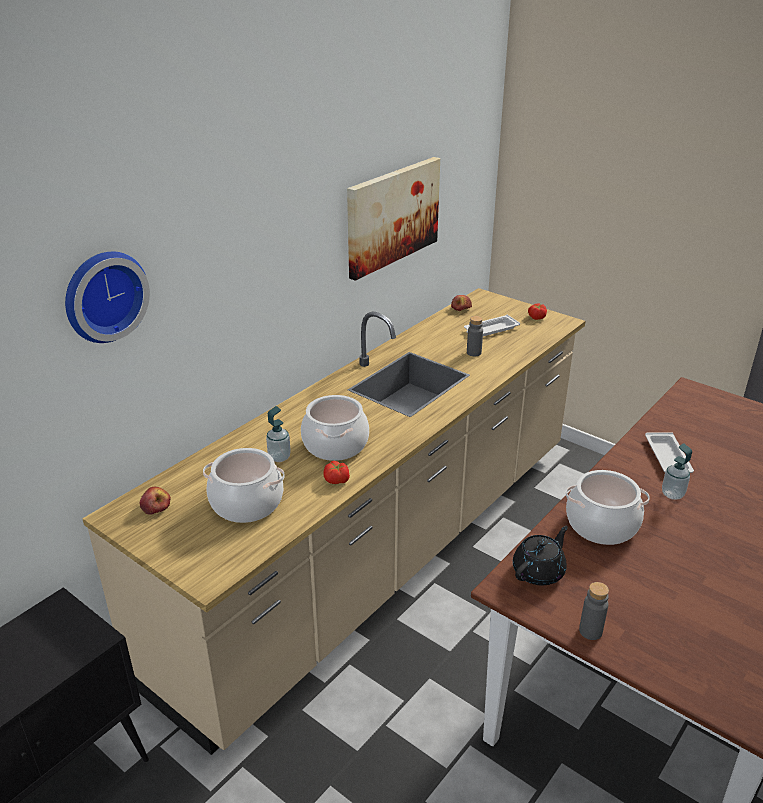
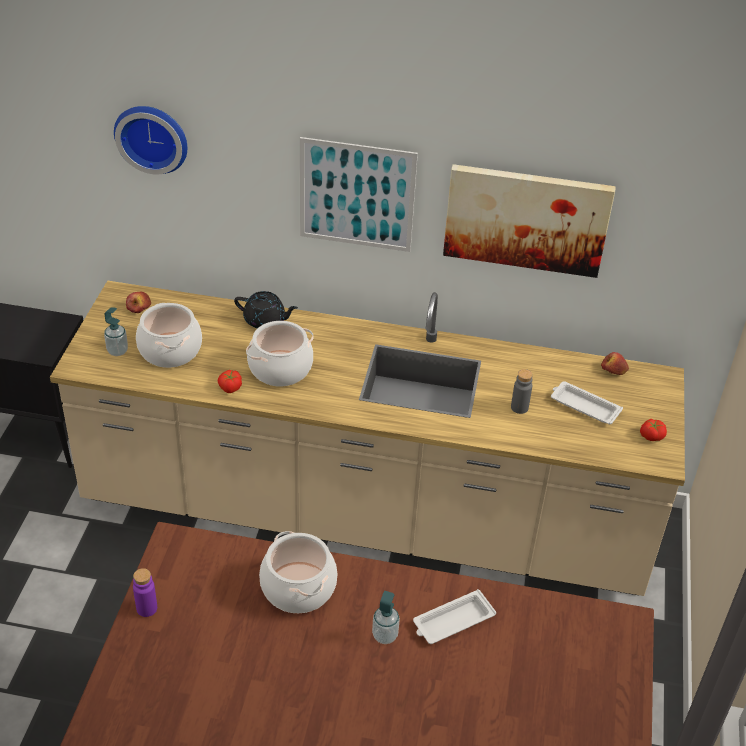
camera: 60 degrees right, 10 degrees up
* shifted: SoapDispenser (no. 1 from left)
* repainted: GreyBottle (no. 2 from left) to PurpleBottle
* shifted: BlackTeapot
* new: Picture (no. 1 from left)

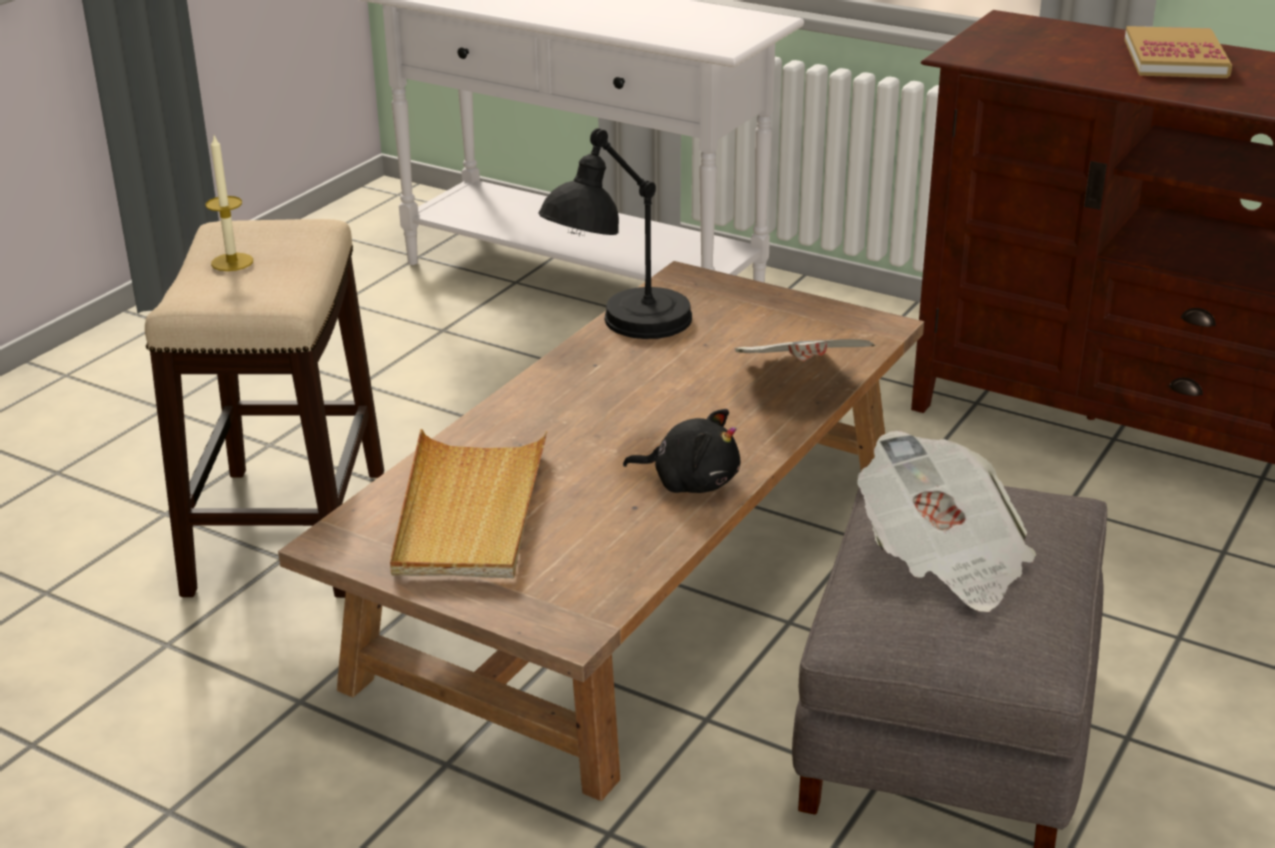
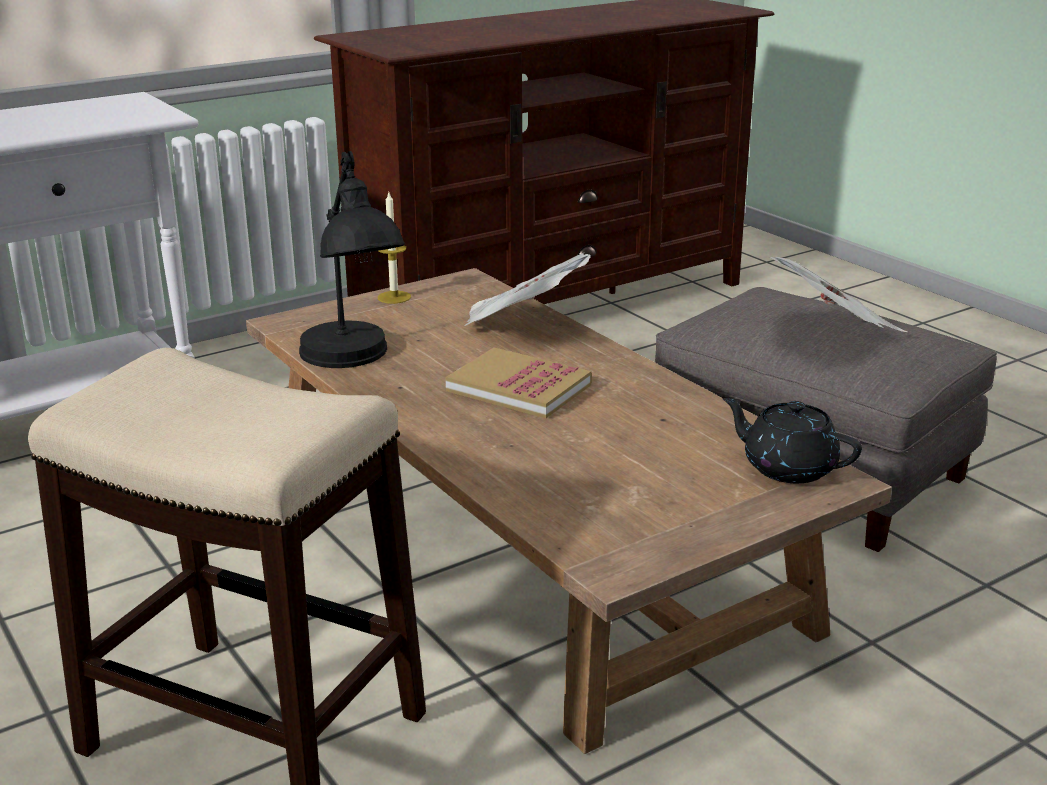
camera: 65 degrees left, 5 degrees down
* shifted: Candle
* shifted: Book
* new: BlackTeapot
* gone: BeigeTray
* gone: BlackPlushToy

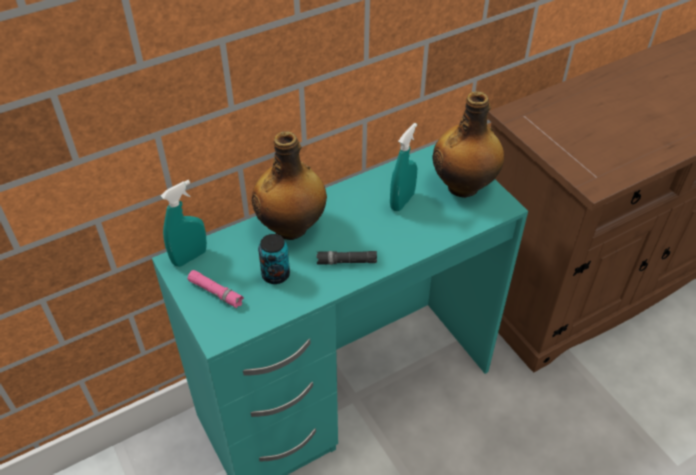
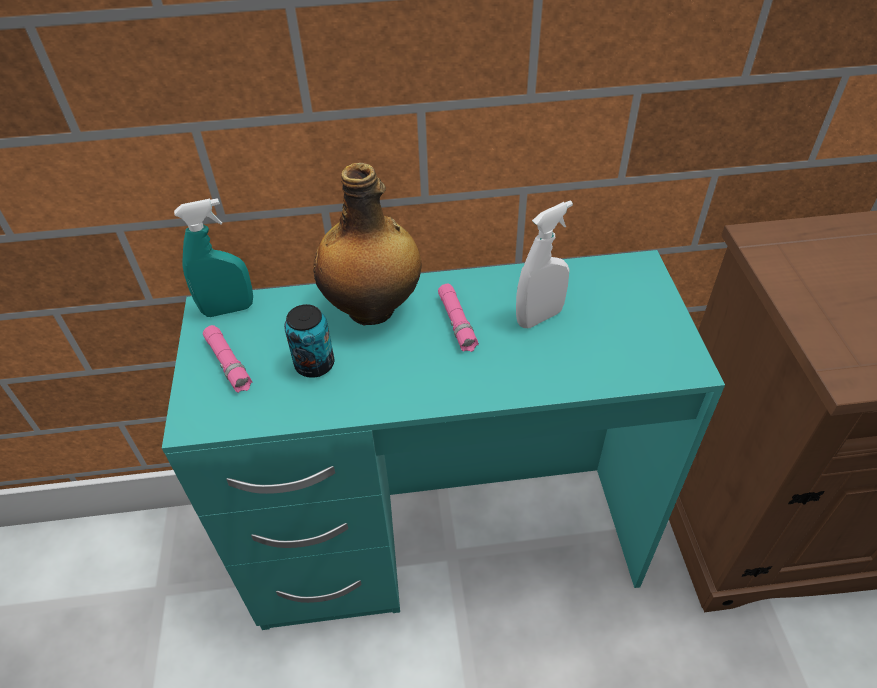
camera: 25 degrees right, 0 degrees up
* new: PinkFlashlight (no. 2 from left)
* repainted: TurquoiseSprayBottle (no. 2 from left) to WhiteSprayBottle
* gone: BlackFlashlight
* gone: Bottle (no. 2 from left)

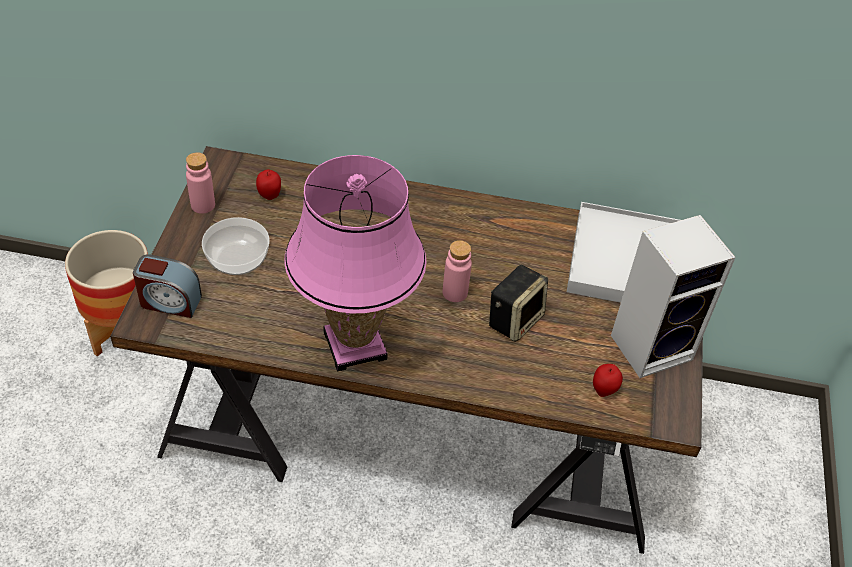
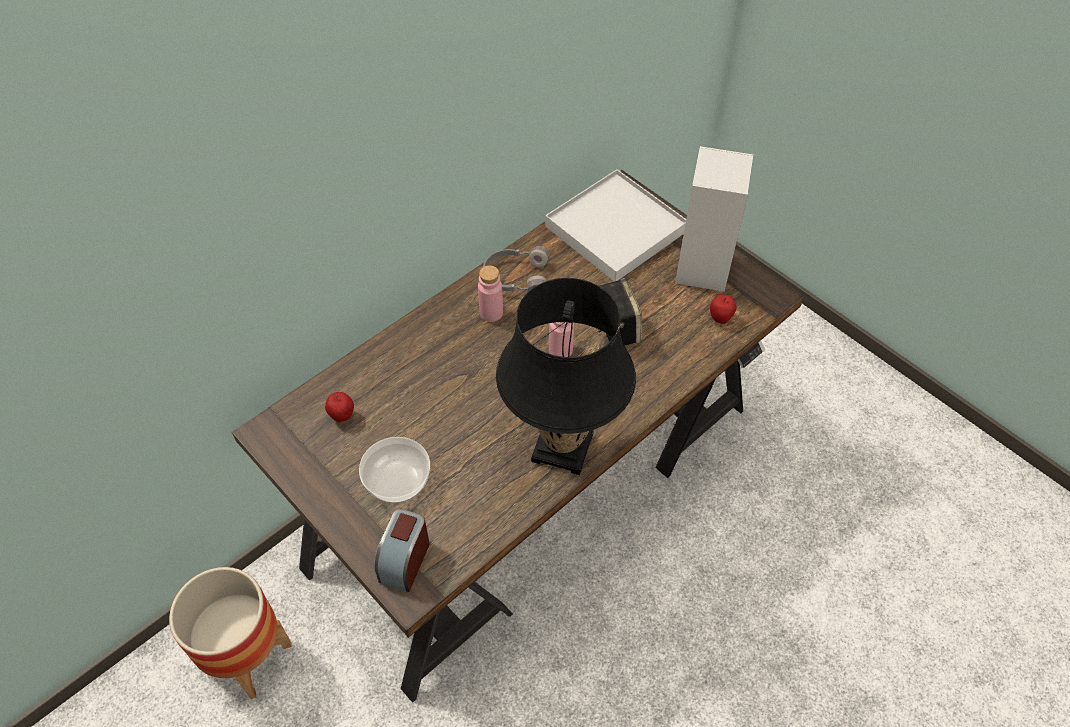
camera: 50 degrees left, 5 degrees up
* rotated: AlarmClock 150 degrees clockwise
* shifted: PinkBottle (no. 1 from left)
* new: GreyHeadphones
* repainted: PinkTableLamp to BlackTableLamp

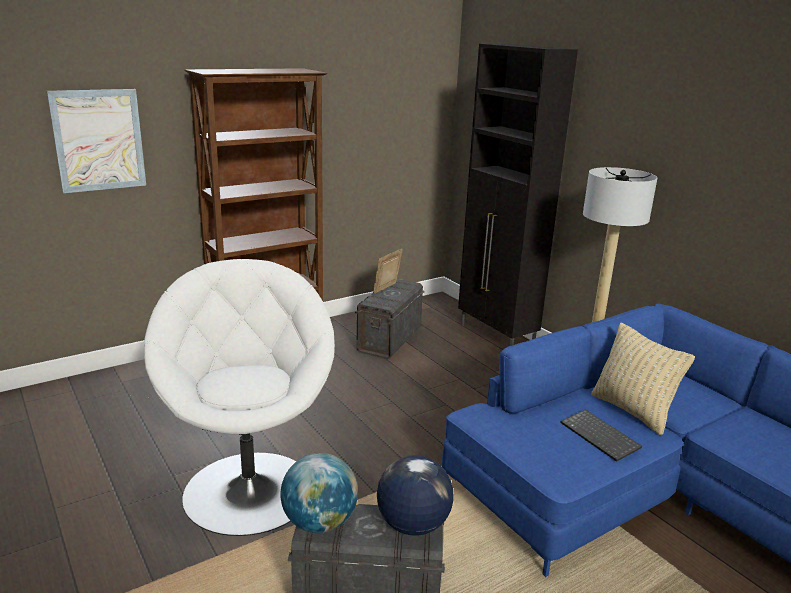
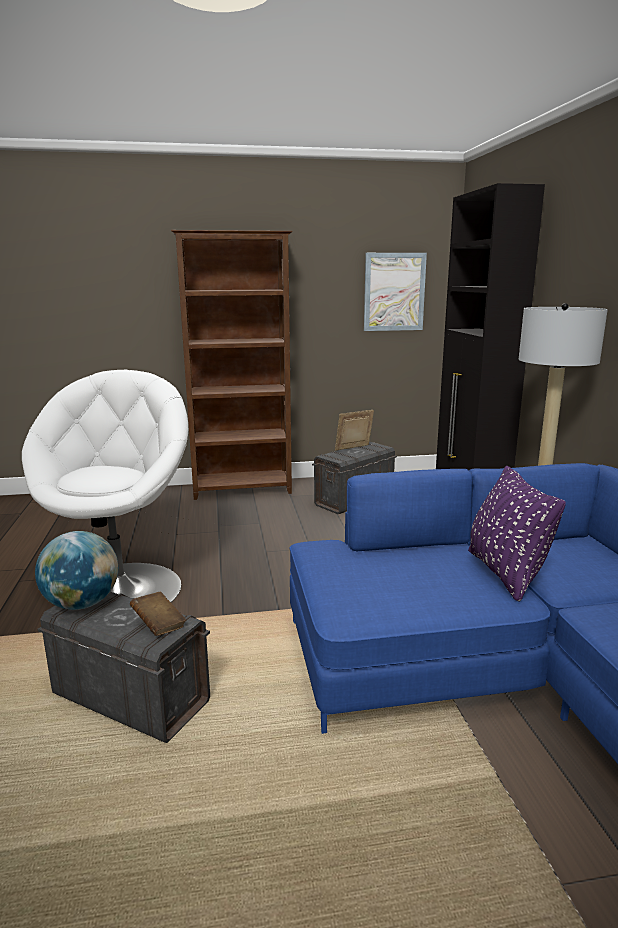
camera: 25 degrees right, 5 degrees down
* swapped: Globe (no. 2 from left) to BrownBook
* shifted: Picture
* repainted: BeigePillow to PurplePillow
* gone: Keyboard

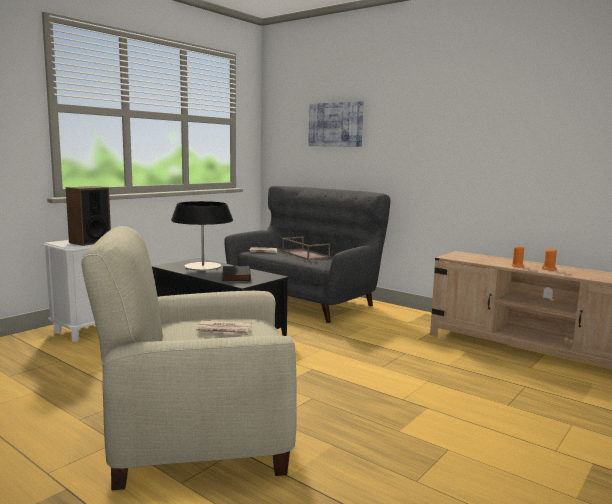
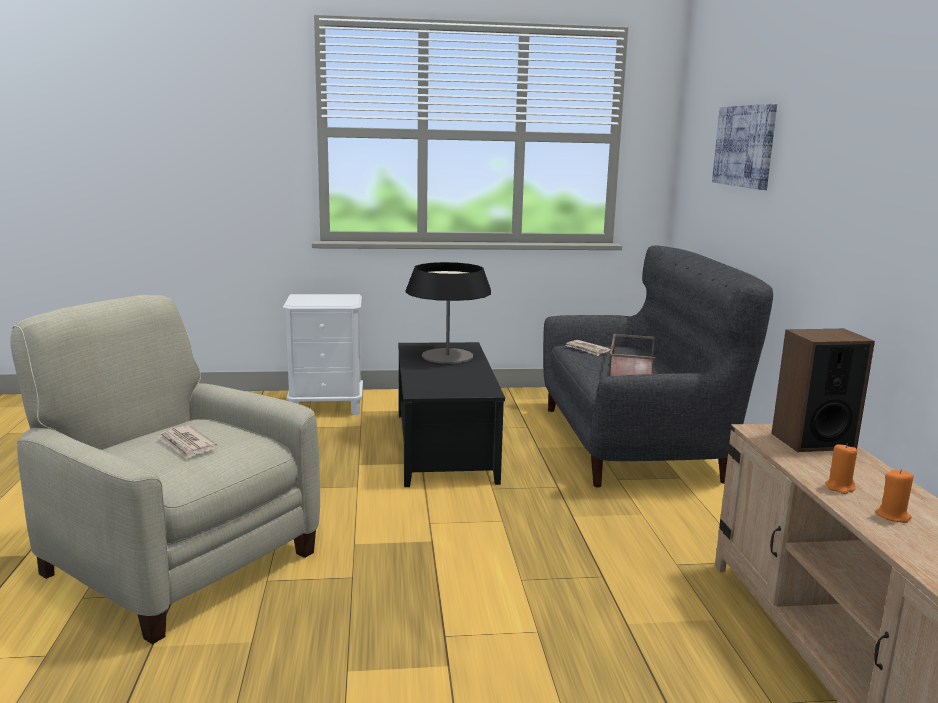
camera: 45 degrees right, 5 degrees up
* shifted: Speaker
* gone: BlackBook

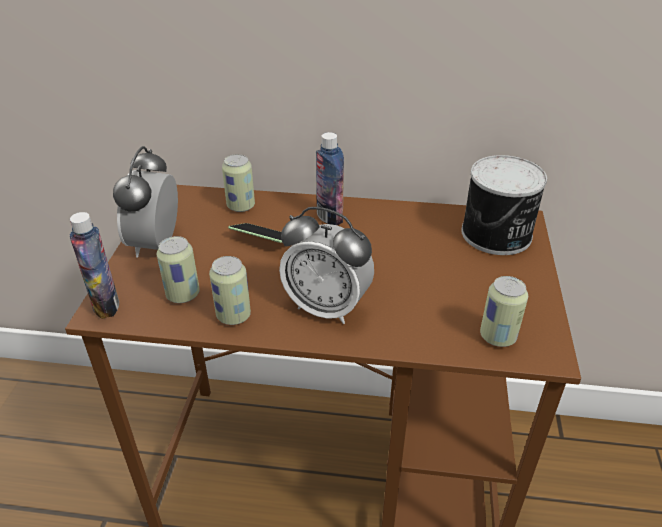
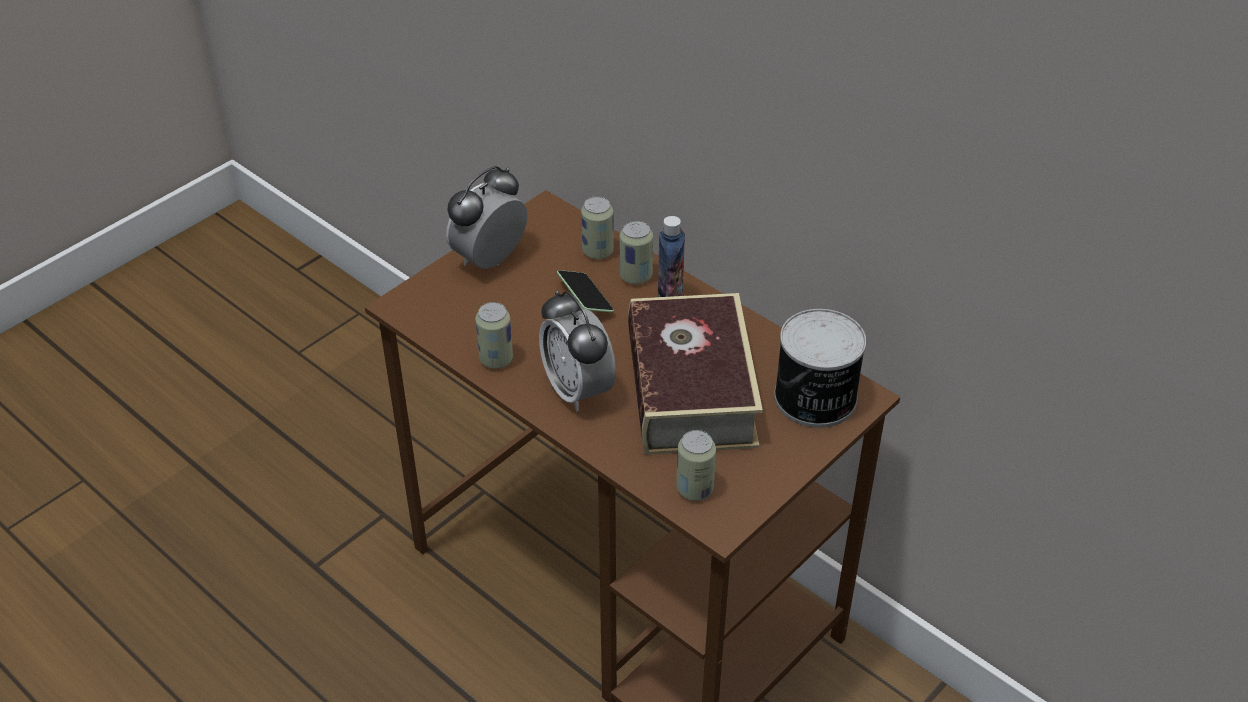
camera: 35 degrees right, 5 degrees up
* shifted: Can (no. 1 from left in the first image) to Can (no. 3 from left)
* new: Book
* gone: Bottle (no. 1 from left)

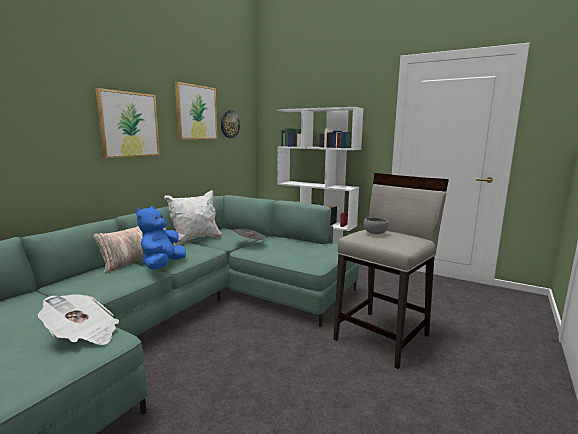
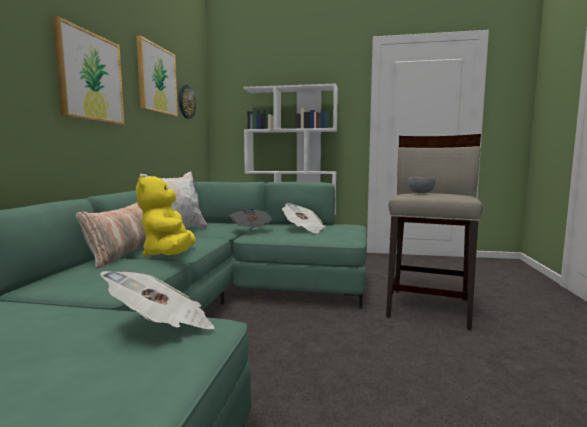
camera: 20 degrees left, 5 degrees down
* repainted: BluePlushToy to YellowPlushToy
* new: Newspaper (no. 3 from left)

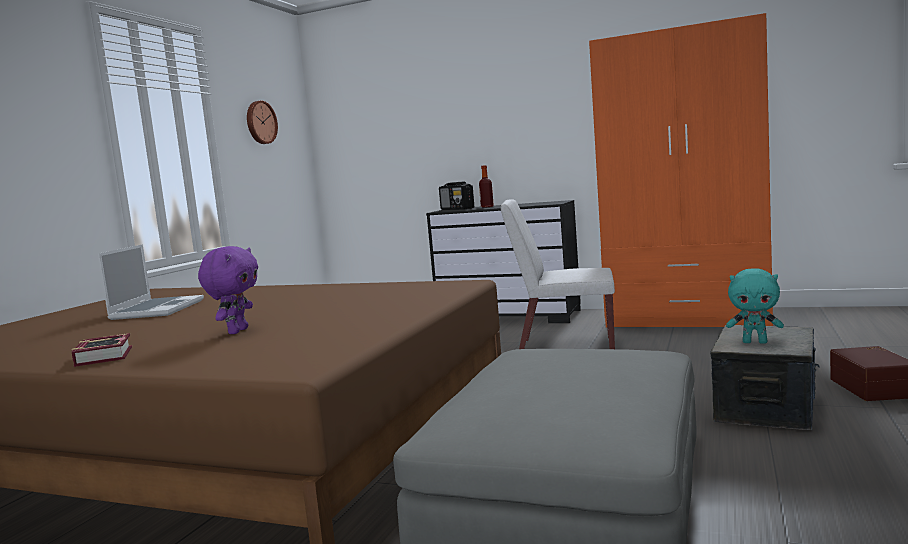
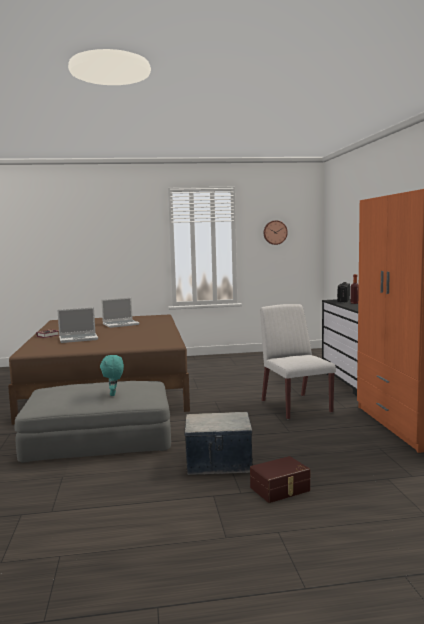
camera: 60 degrees right, 0 degrees up
* swapped: PurplePlushToy to Laptop (no. 1 from left)
* shifted: TurquoisePlushToy

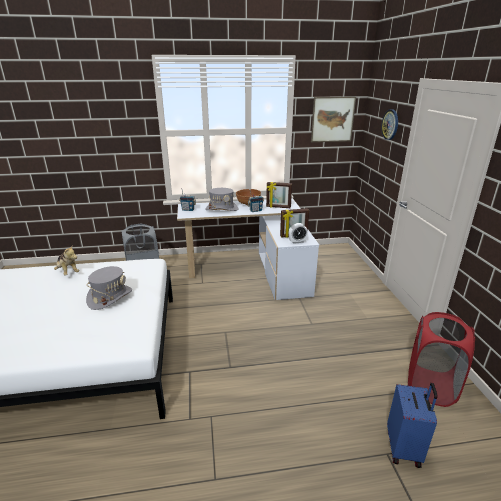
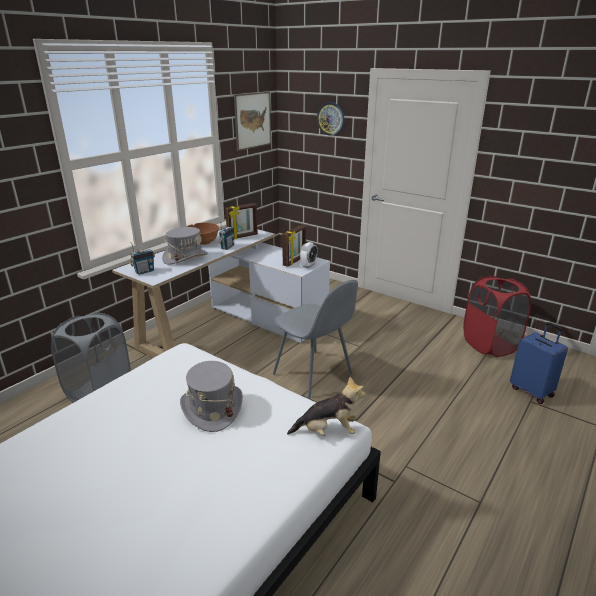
camera: 45 degrees left, 0 degrees up
* new: GreyChair
* shifted: PlushToy

